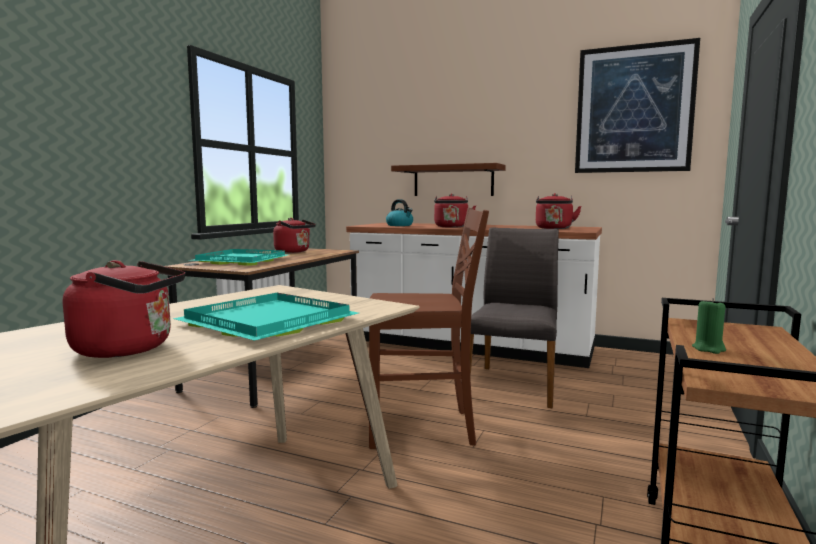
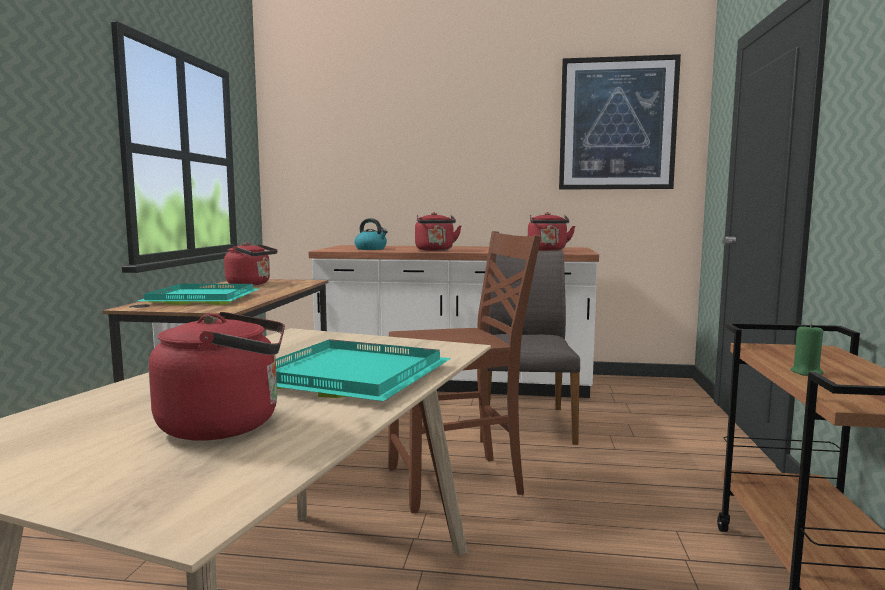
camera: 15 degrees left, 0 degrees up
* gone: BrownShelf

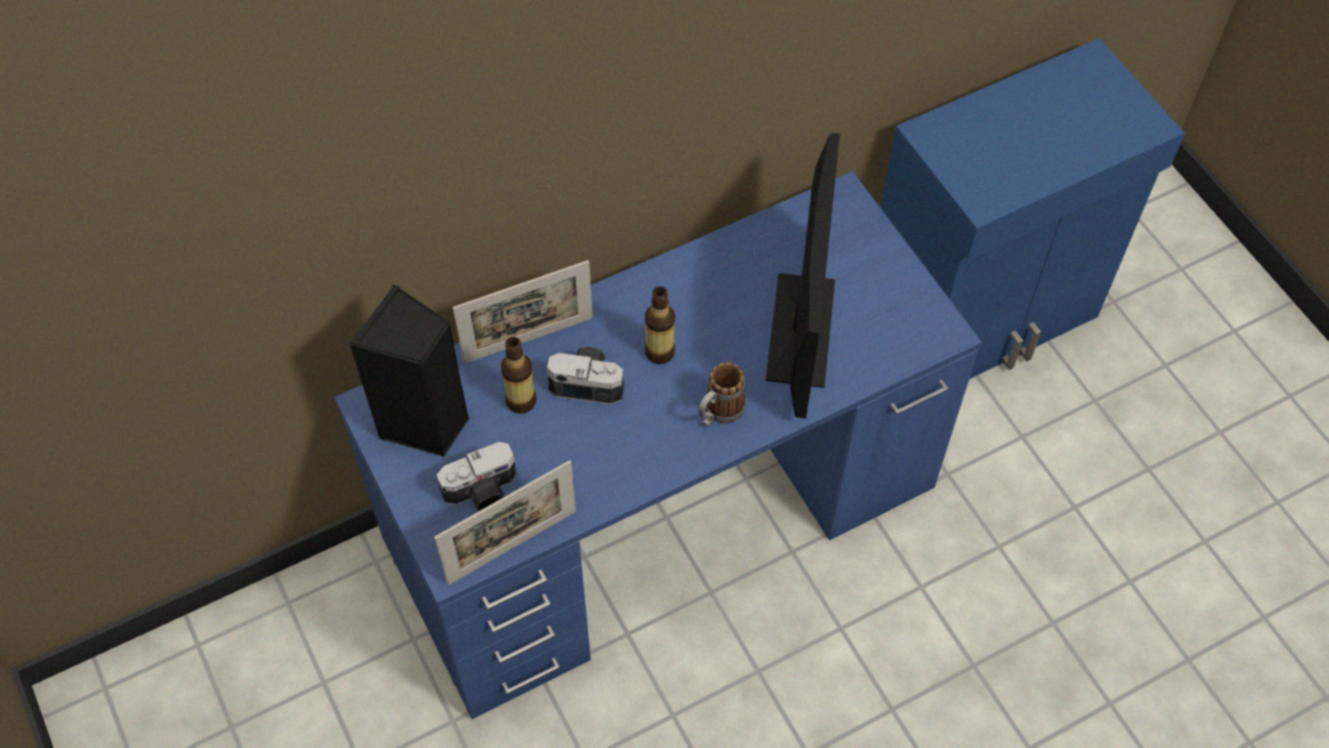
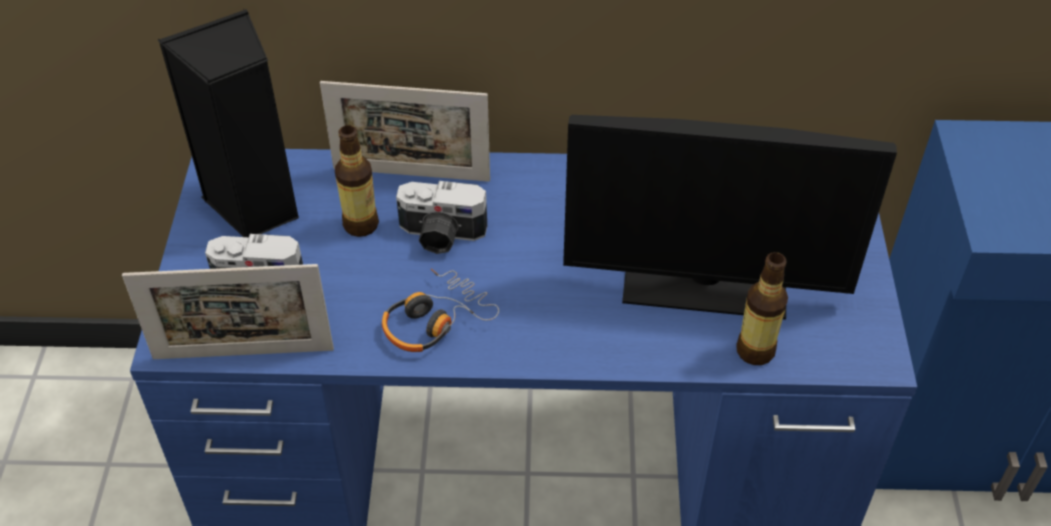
camera: 30 degrees right, 10 degrees down
* new: Headphones
* rotated: PhotoCamera (no. 2 from left) 150 degrees clockwise
* rotated: Monitor 60 degrees clockwise
* shifted: Bottle (no. 2 from left)
* gone: Mug

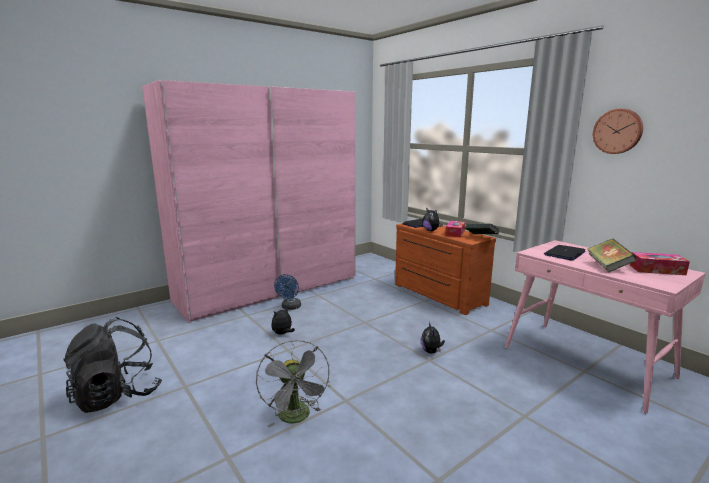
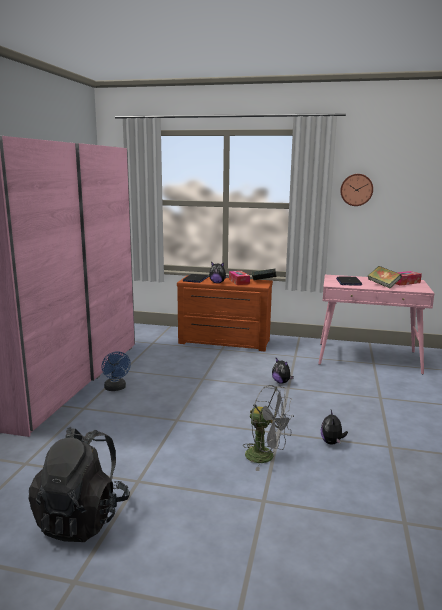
camera: 40 degrees left, 0 degrees up
* shifted: PlushToy (no. 1 from left in the first image) to PlushToy (no. 3 from left)

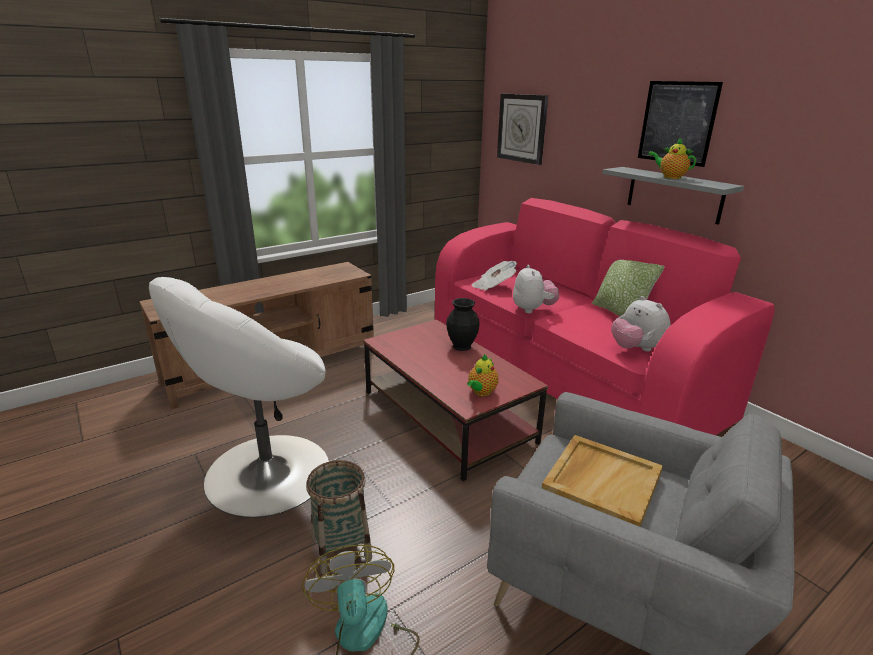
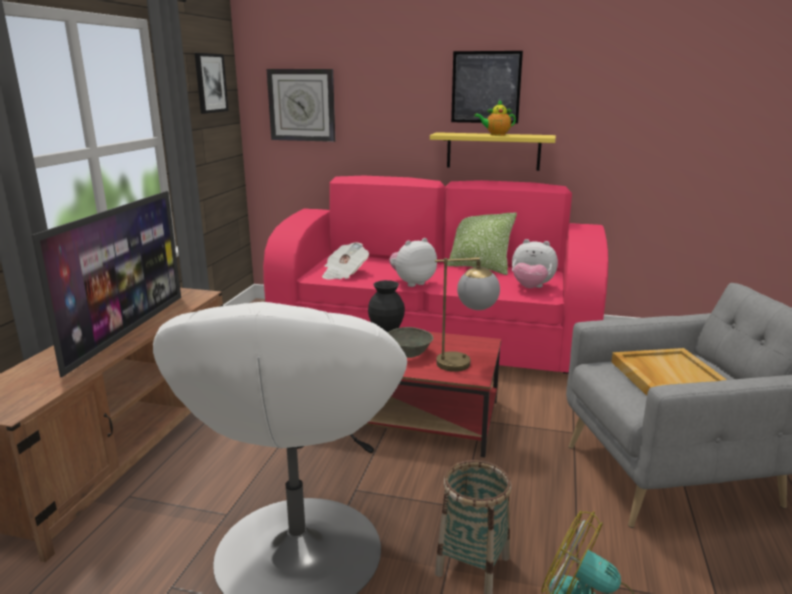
camera: 40 degrees left, 5 degrees down
* new: Television
* new: Picture (no. 1 from left)
* new: GreyBowl
* rotated: PlushToy (no. 1 from left) 75 degrees counterclockwise
* repainted: GreyShelf to YellowShelf
* swapped: Teapot (no. 1 from left) to TableLamp

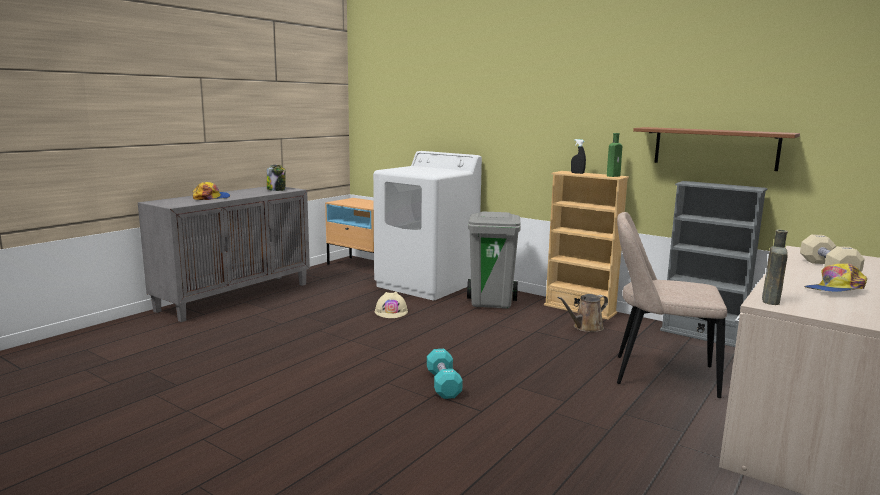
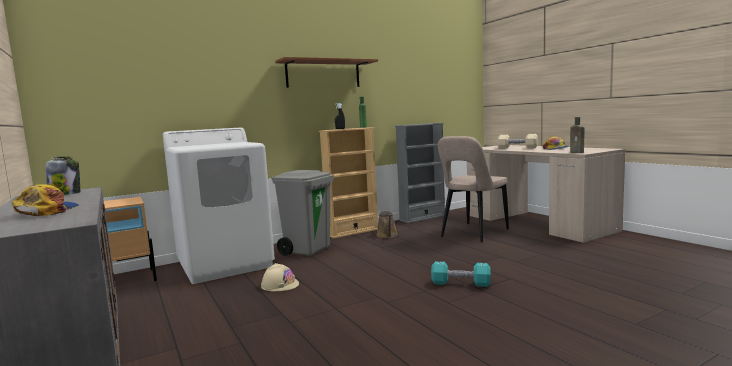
camera: 65 degrees left, 5 degrees down
* shifted: BrownShelf

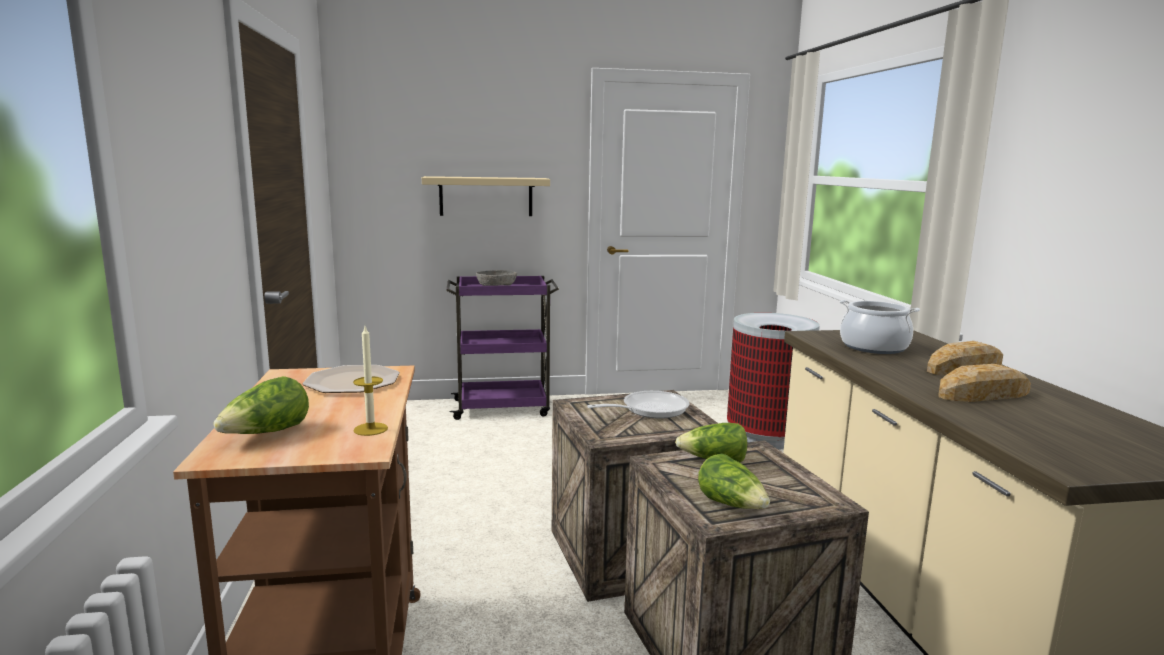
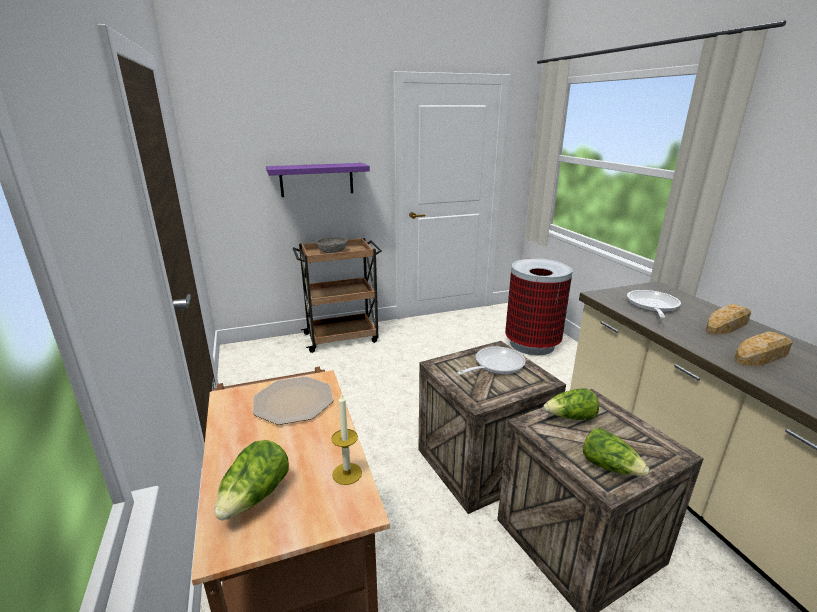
camera: 10 degrees left, 10 degrees up
* repainted: BeigeShelf to PurpleShelf
* repainted: PurpleCart to BrownCart (no. 2 from left)
* swapped: CookingPot to FryingPan (no. 2 from left)

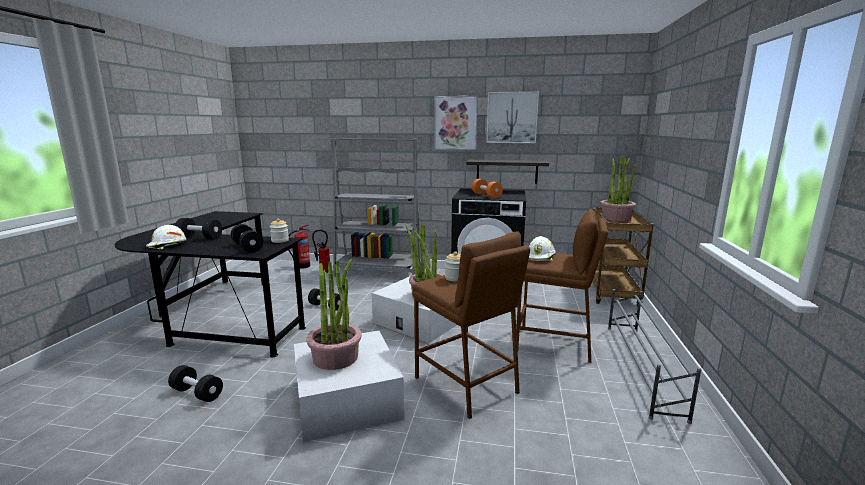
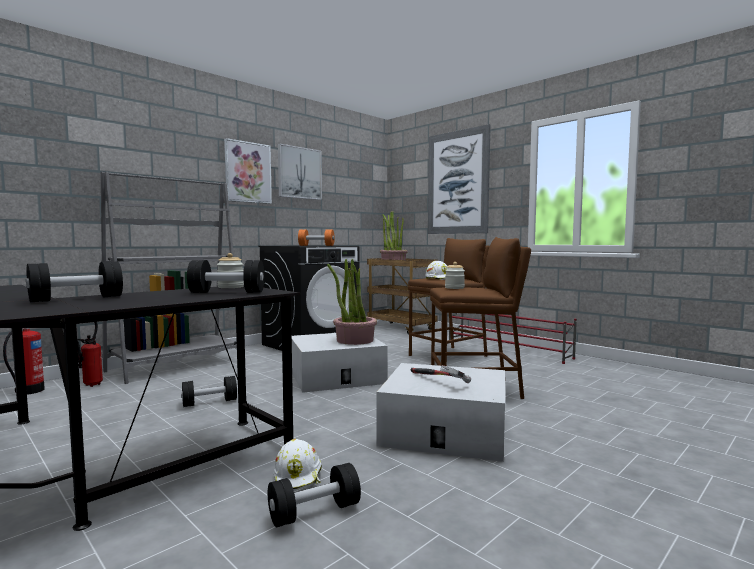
camera: 55 degrees left, 10 degrees down
* shifted: WhiteHardHat (no. 1 from left)
* swapped: PottedPlant (no. 1 from left) to Hammer
* new: Picture (no. 3 from left)
* repainted: GreyShoeRack to RedShoeRack
* gone: Shelf

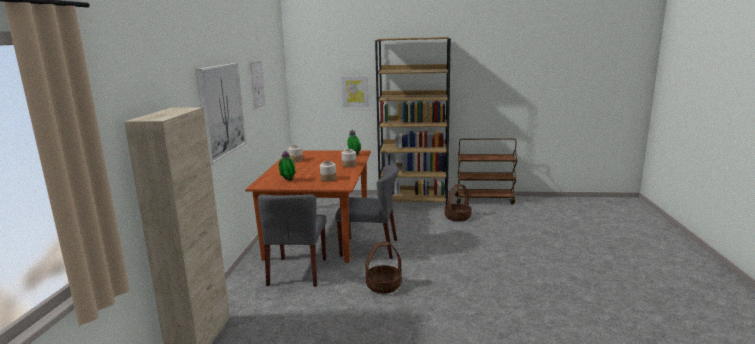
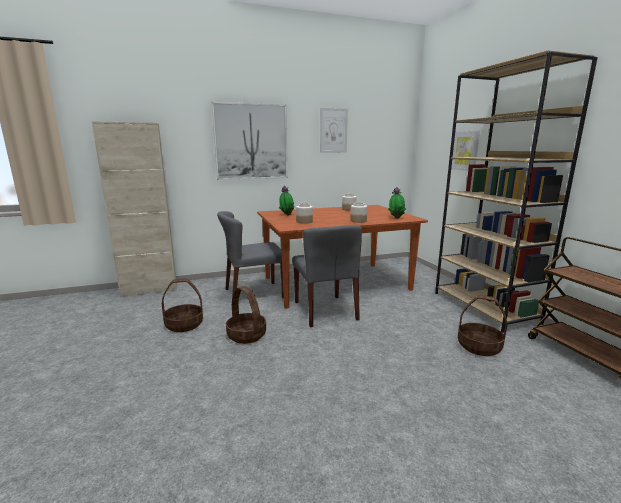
camera: 65 degrees right, 0 degrees up
* new: Basket (no. 1 from left)

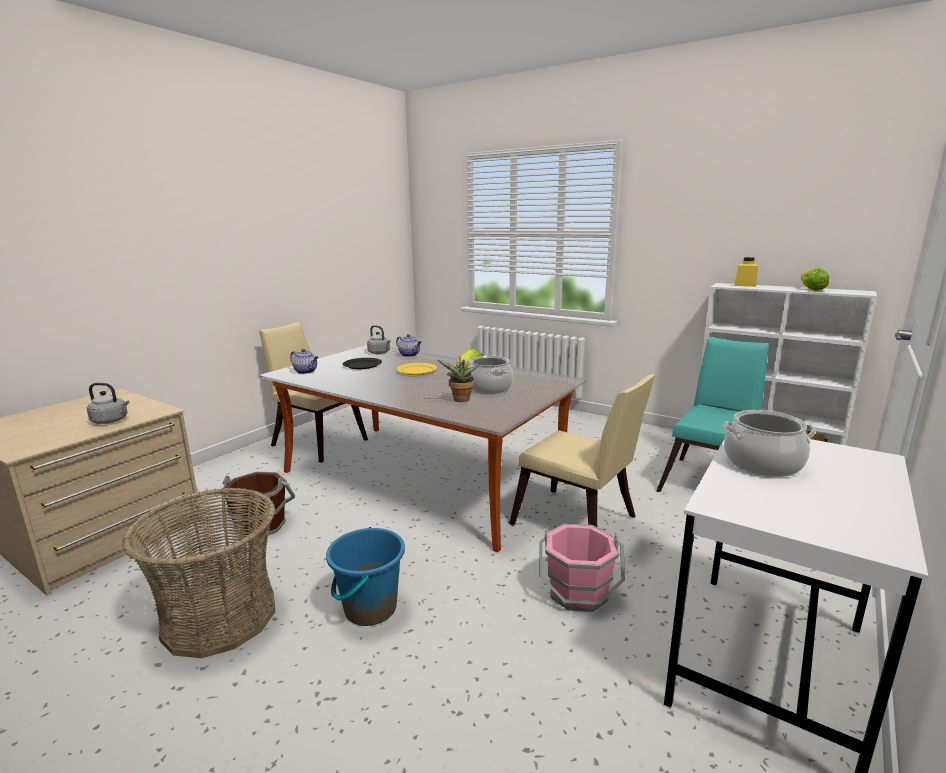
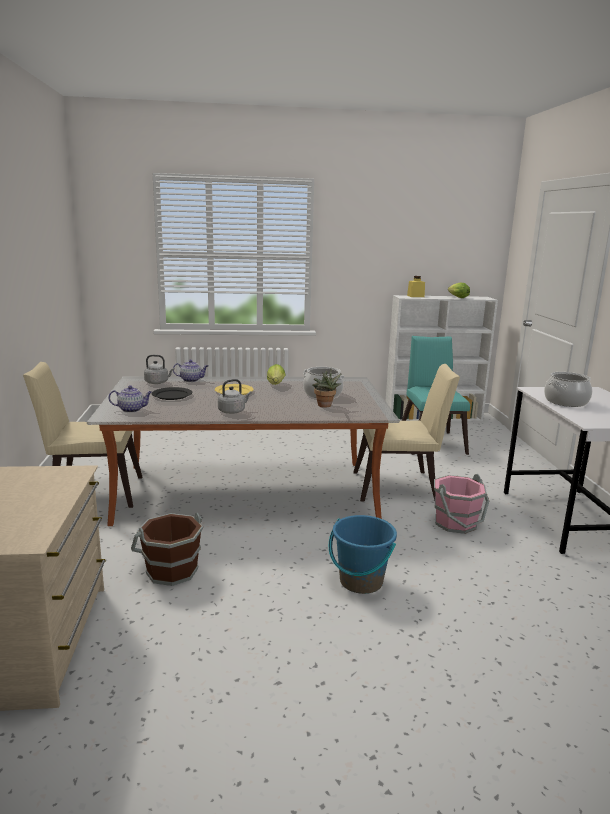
camera: 40 degrees left, 0 degrees up
* shifted: GreyKettle (no. 1 from left in the first image) to GreyKettle (no. 2 from left)
* gone: Basket

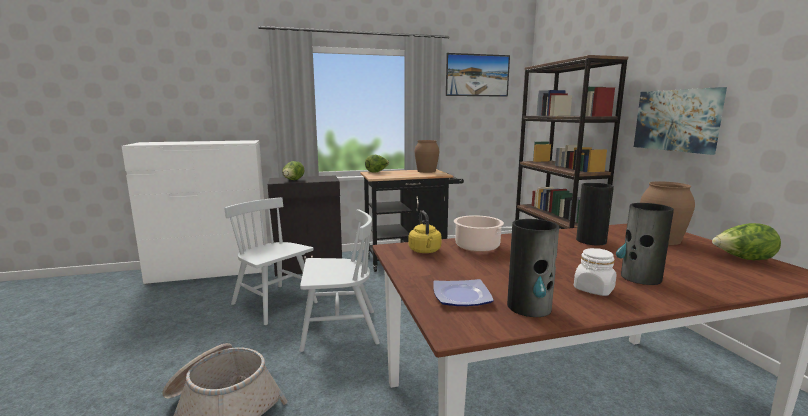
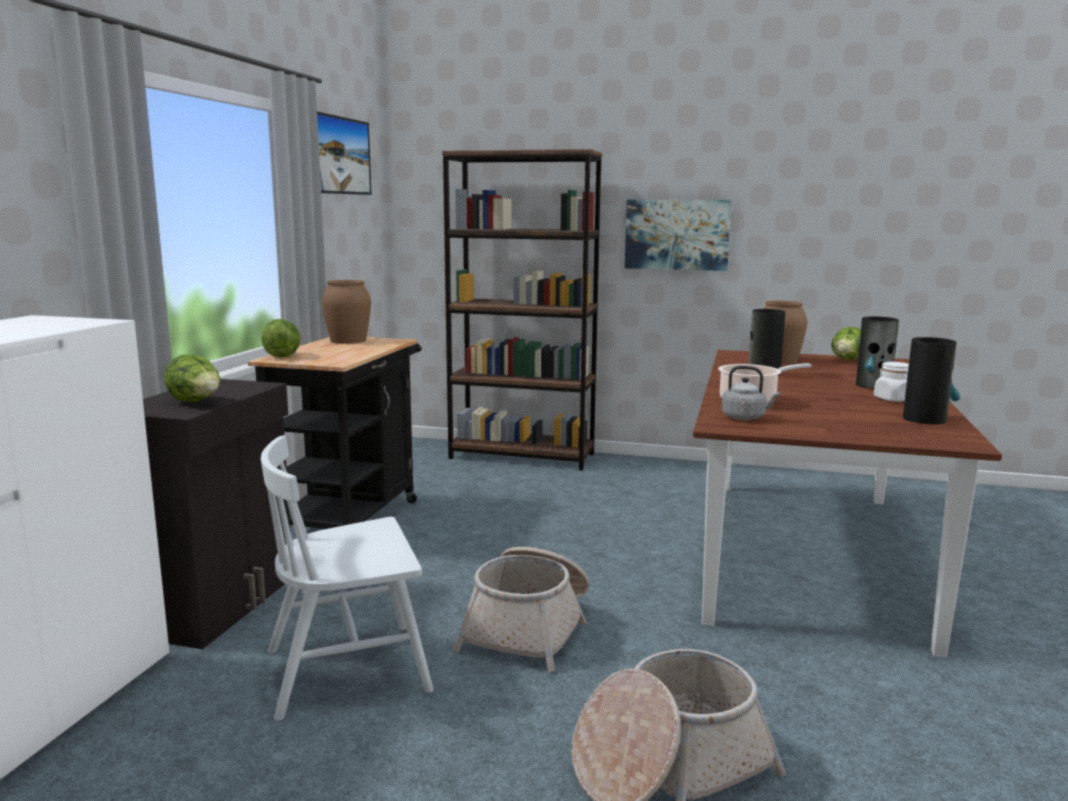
camera: 60 degrees left, 0 degrees up
* swapped: WhiteChair (no. 2 from left) to Basket (no. 1 from left)
* repainted: YellowKettle to GreyKettle
* gone: Plate

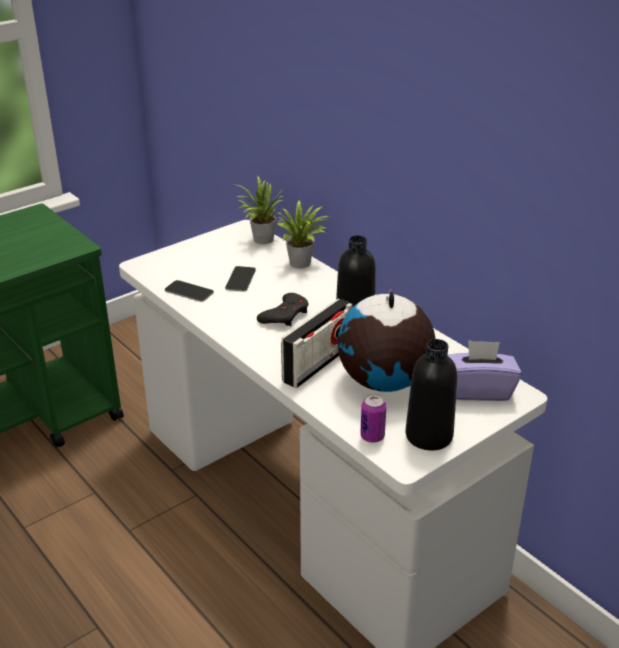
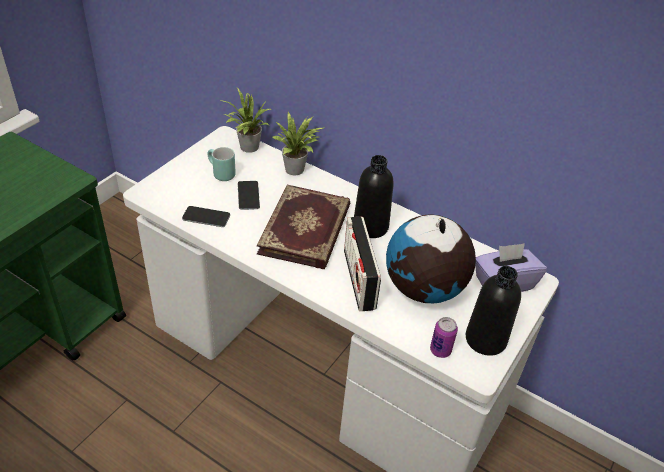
camera: 20 degrees left, 10 degrees up
* new: TurquoiseMug
* swapped: BlackGameController to Book
* rotated: Radio 150 degrees clockwise

